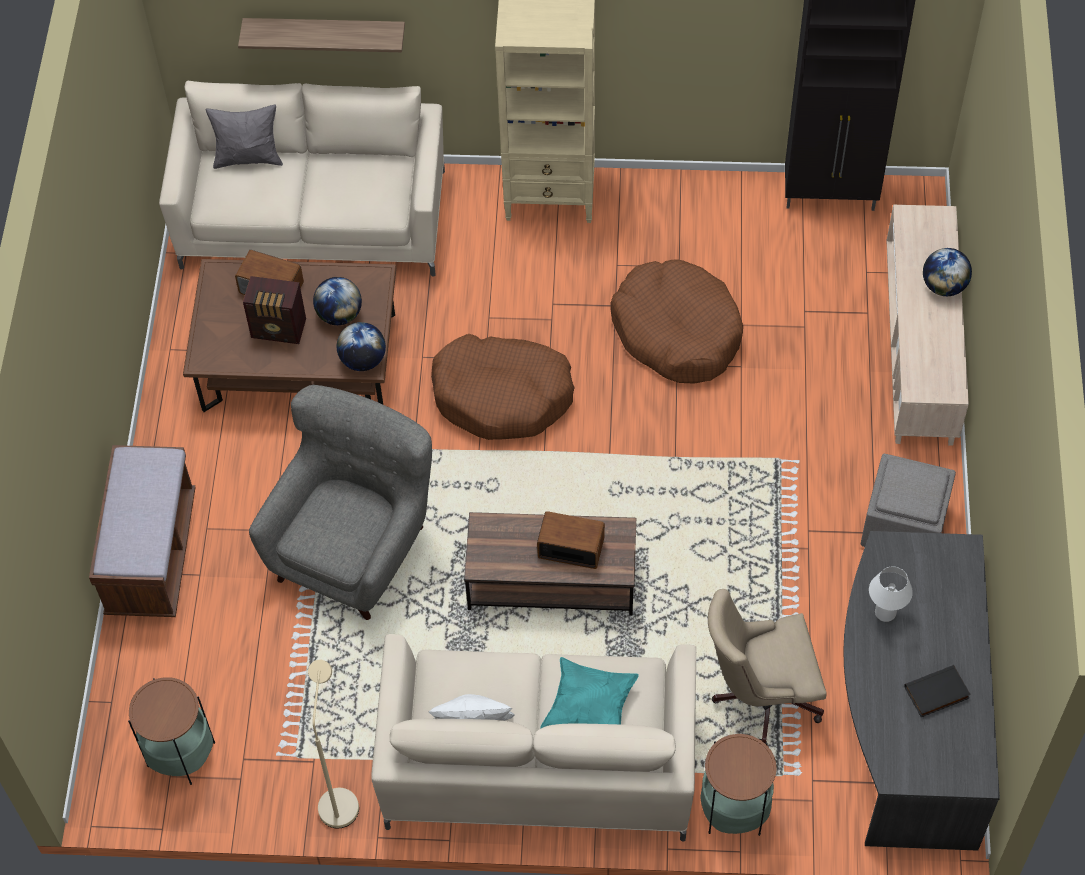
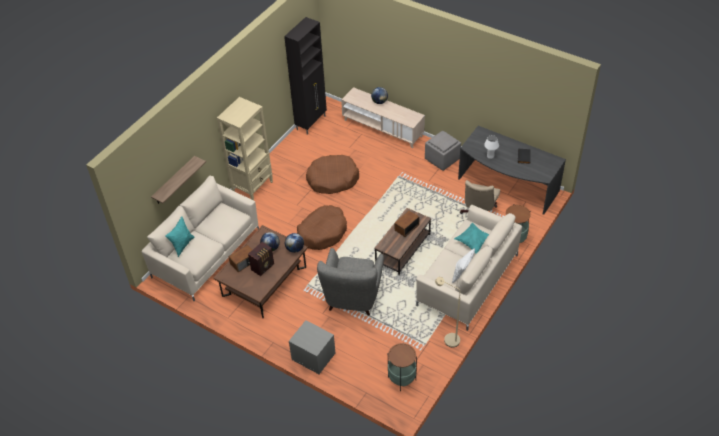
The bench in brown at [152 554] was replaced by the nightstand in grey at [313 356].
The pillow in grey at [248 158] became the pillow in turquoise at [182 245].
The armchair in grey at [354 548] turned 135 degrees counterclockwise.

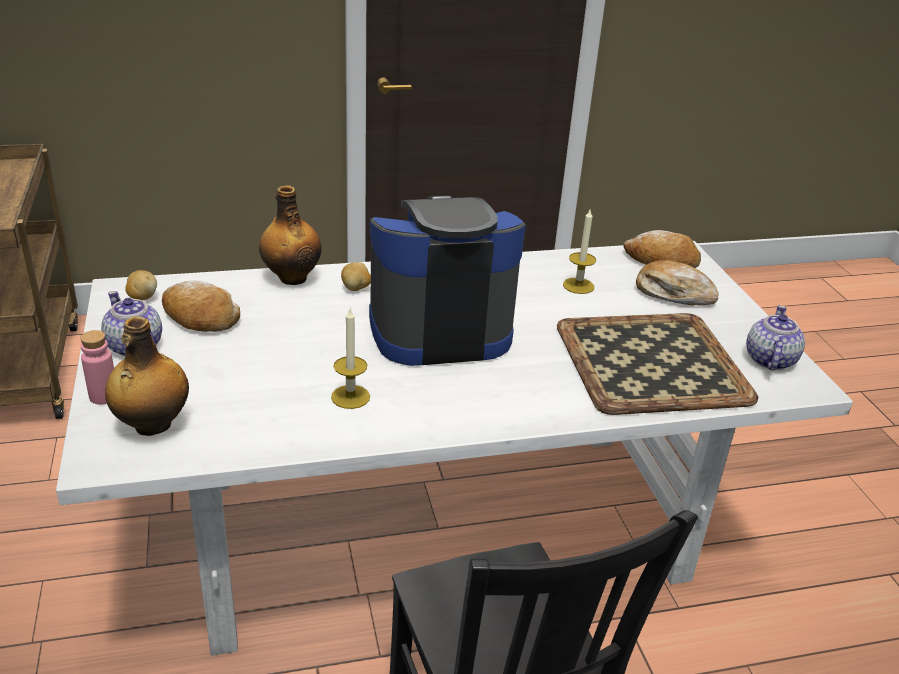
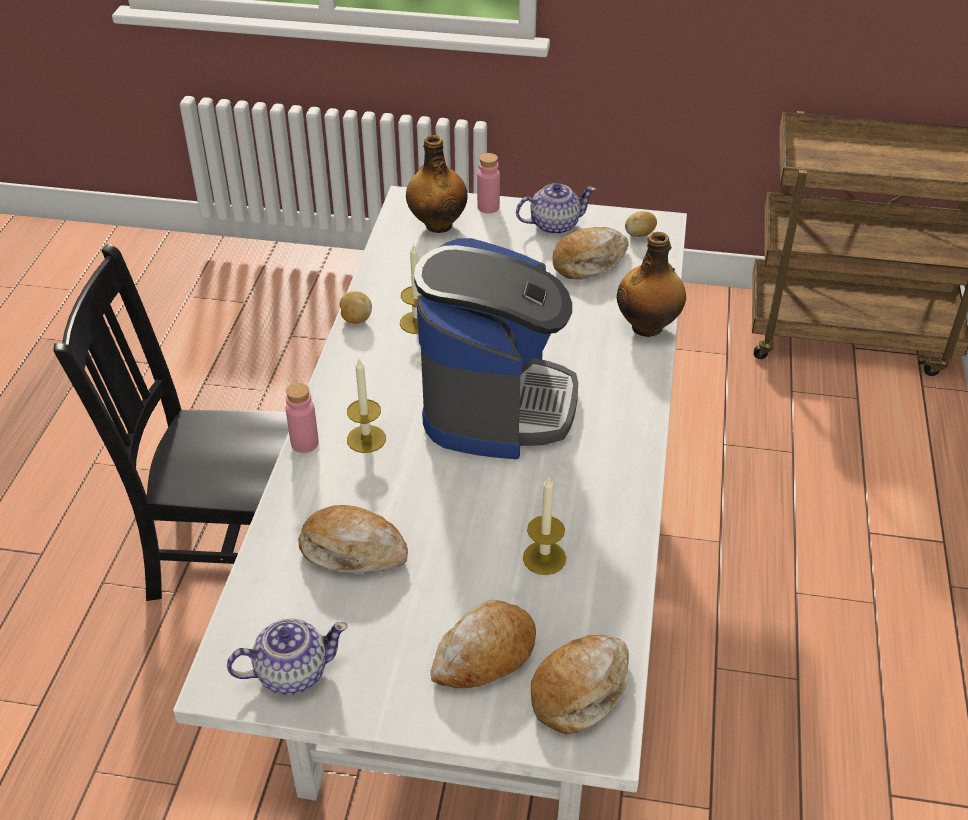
The bottle in pink at [304 443] appeared.
The candle at [366 439] appeared.
The potato moved from [356 288] to [355 319].
The tray at [649 362] was replaced by the bread at [353 550].
The teapot at [769 360] turned 60 degrees counterclockwise.

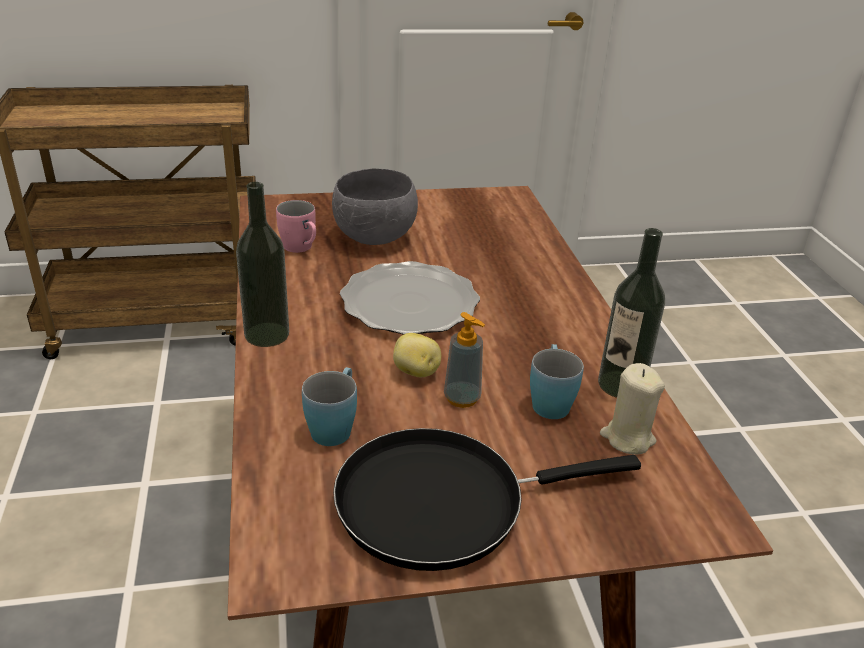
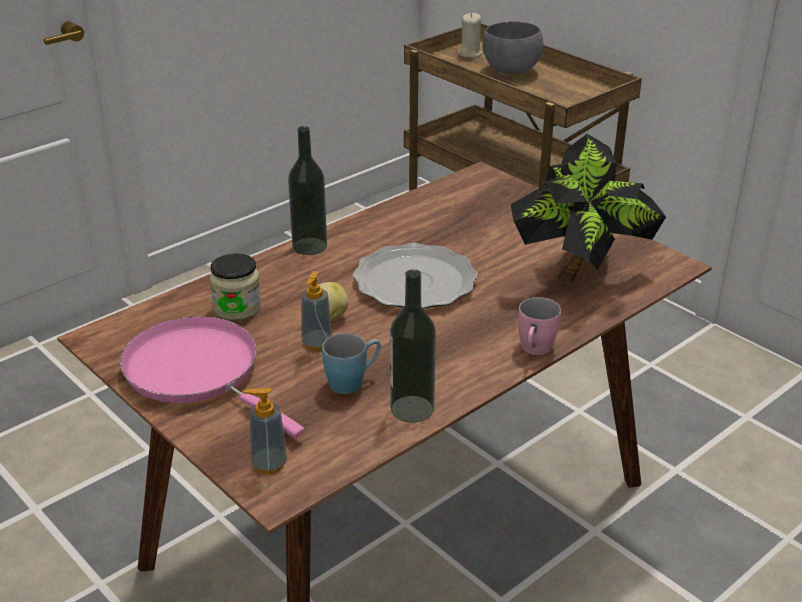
The soap dispenser at [269 464] appeared.
The potted plant at [580 273] appeared.
The mug in pink moved from [301 249] to [535 350].
The bowl in grey moved from [375 239] to [510 71].
The candle in beige moved from [627 438] to [469 54].
The mug in blue at [335 426] was replaced by the jar at [237 307].
The frying pan in black at [442 503] became the frying pan in pink at [198 372].

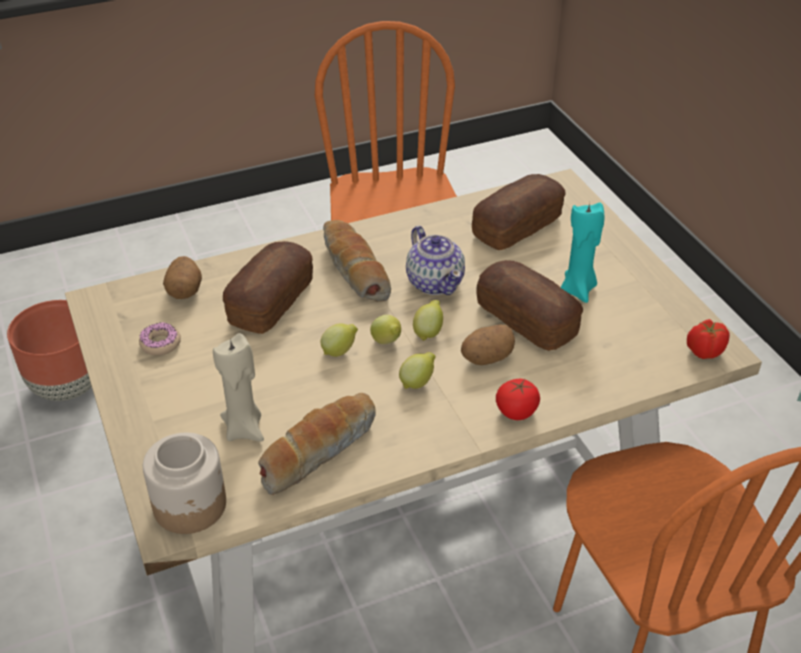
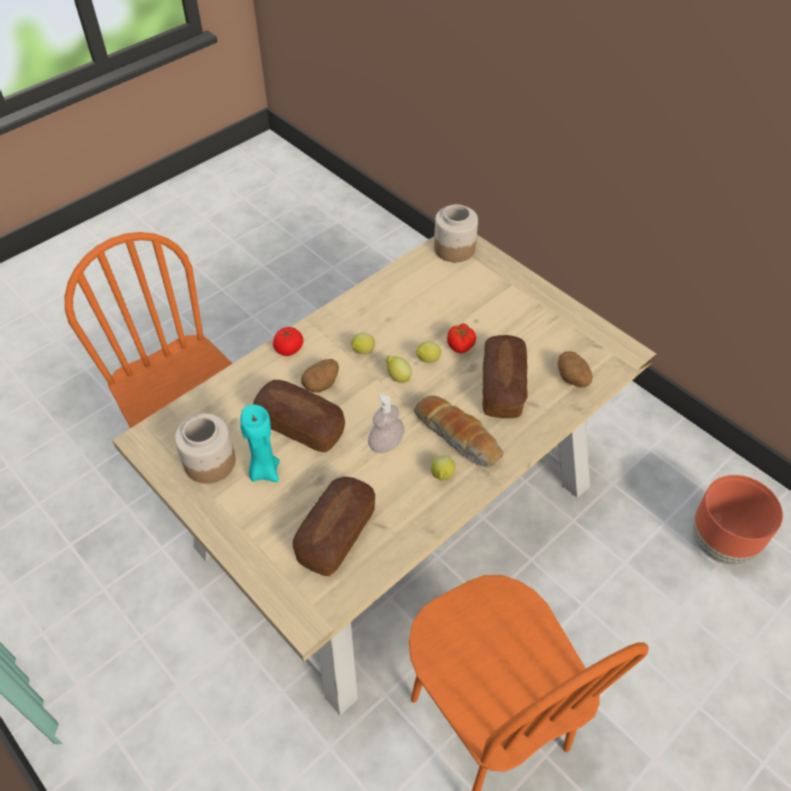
The donut at [160 343] disappeared.
The candle in beige at [244 429] disappeared.
The bread at [317 450] disappeared.
The jar at [209 462] appeared.
The lemon moved from [428 332] to [442 476].
The tomato moved from [704 351] to [460 346].
The teapot at [435 282] was replaced by the soap dispenser at [386 443].

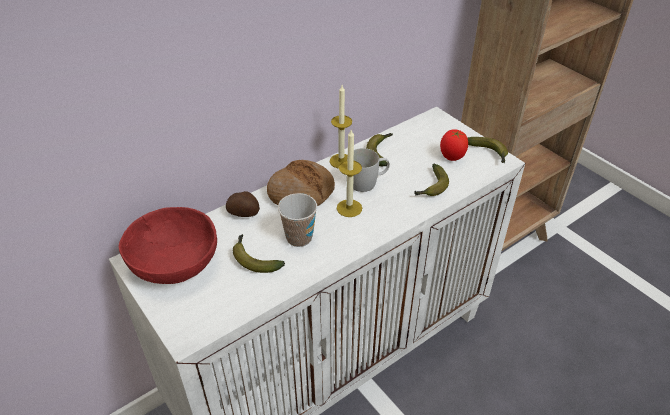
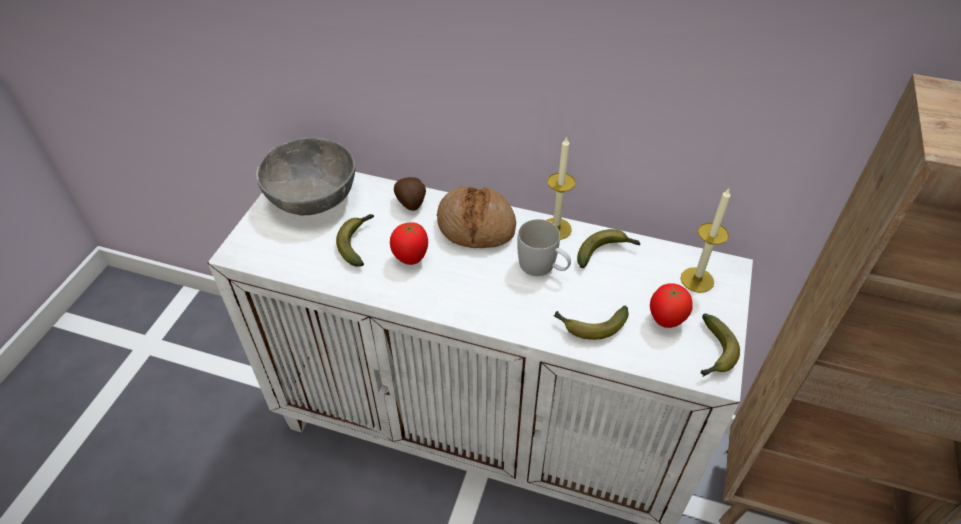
The candle moved from [349 208] to [697 280].
The cup at [299 238] was replaced by the tomato at [411 258].
The bowl in red at [174 263] became the bowl in grey at [312 197].

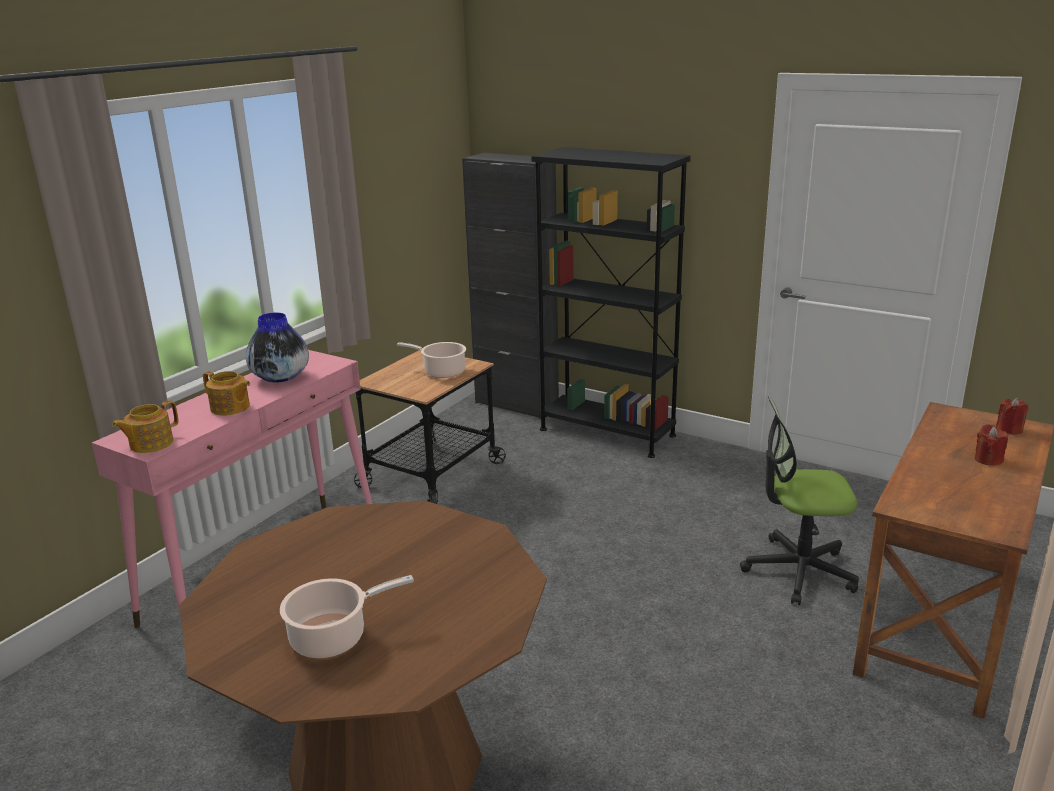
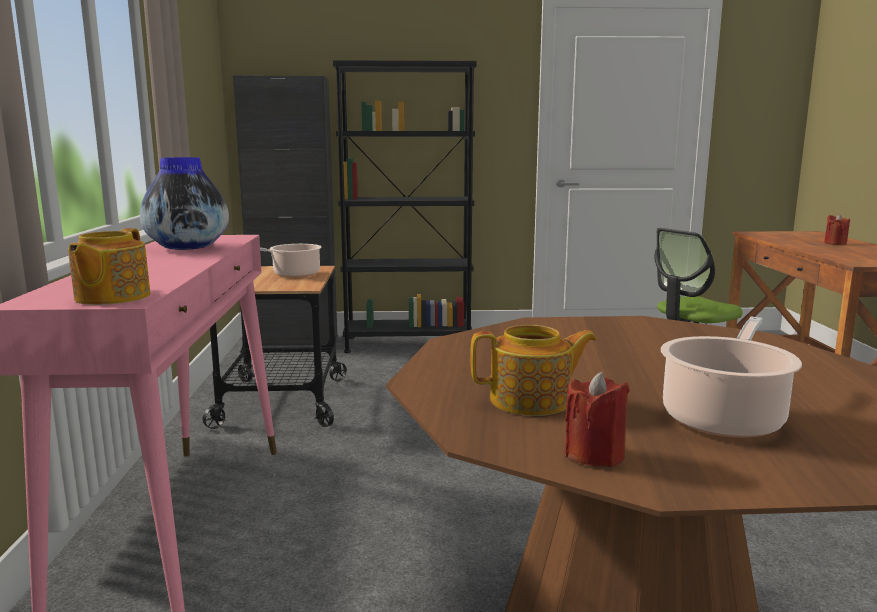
The teapot moved from [230 408] to [532 401].
The candle in red moved from [1009 429] to [594 455].

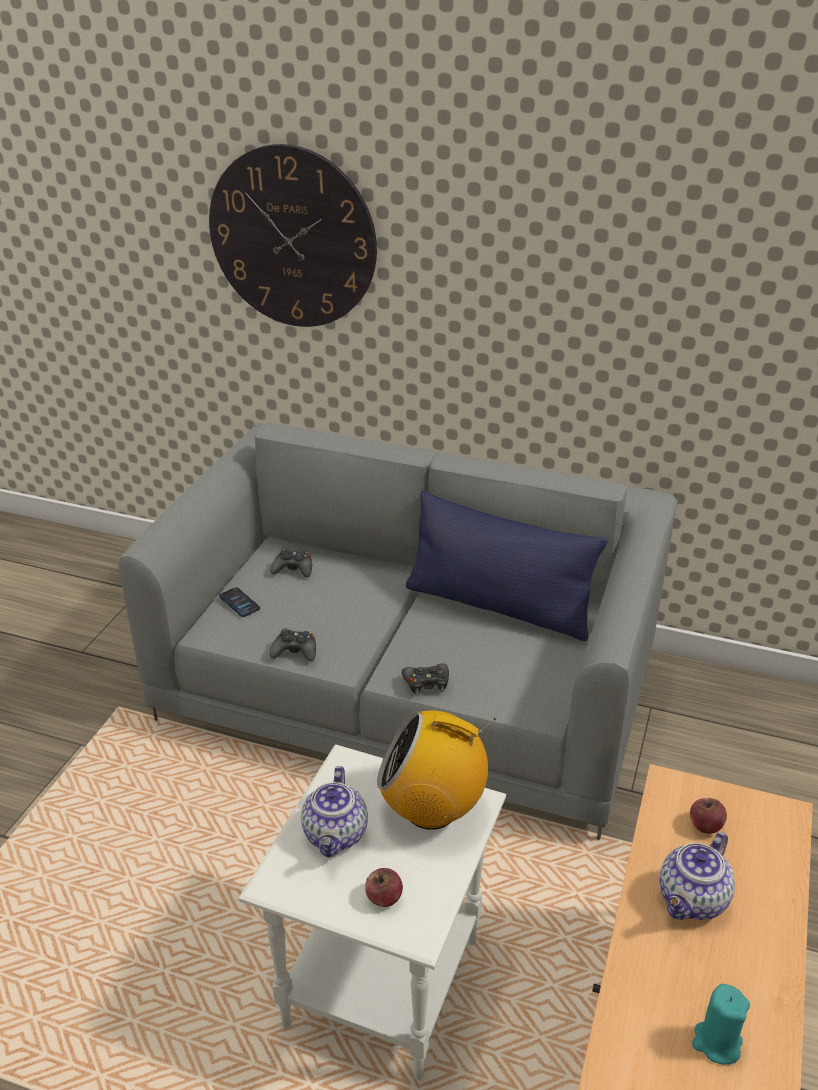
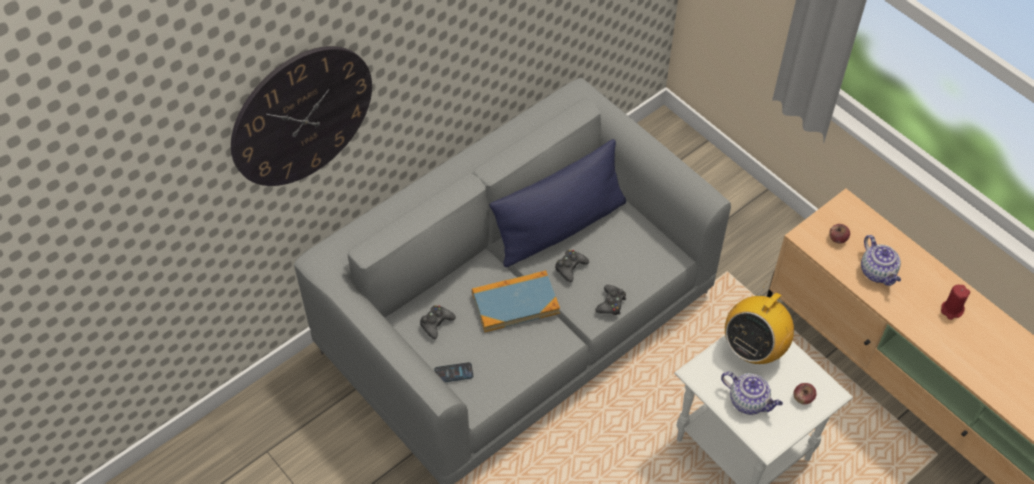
The book at [515 303] appeared.
The game controller in black moved from [295 651] to [570 267].
The candle in turquoise at [716 1043] became the candle in red at [951 310].

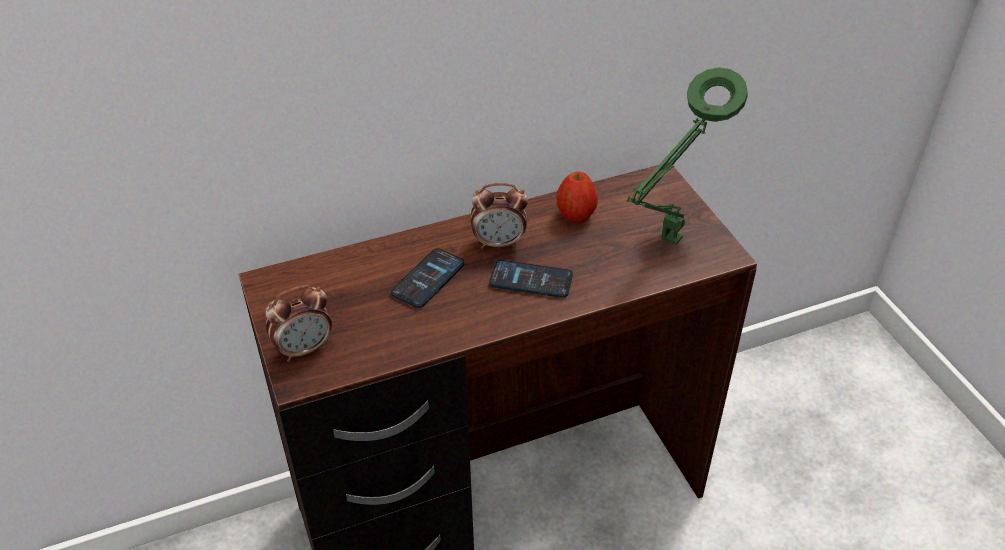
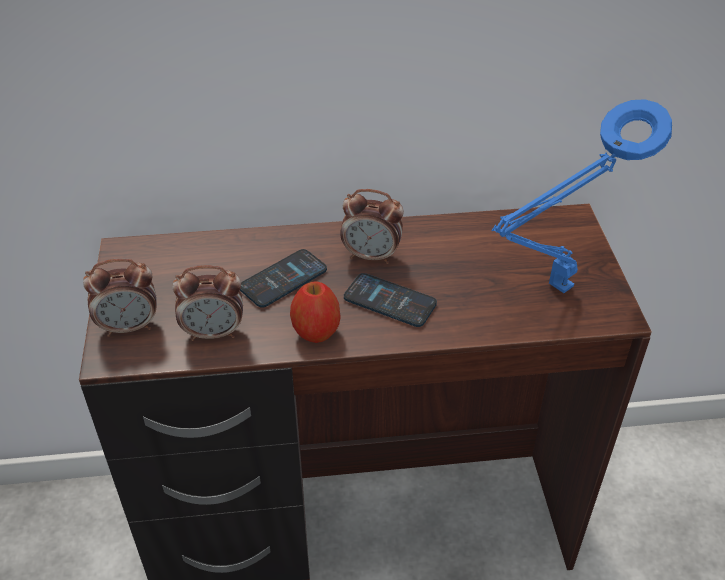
The alarm clock at [214 333] appeared.
The apple moved from [576 215] to [316 332].
The table lamp in green at [668 243] became the table lamp in blue at [556 290].

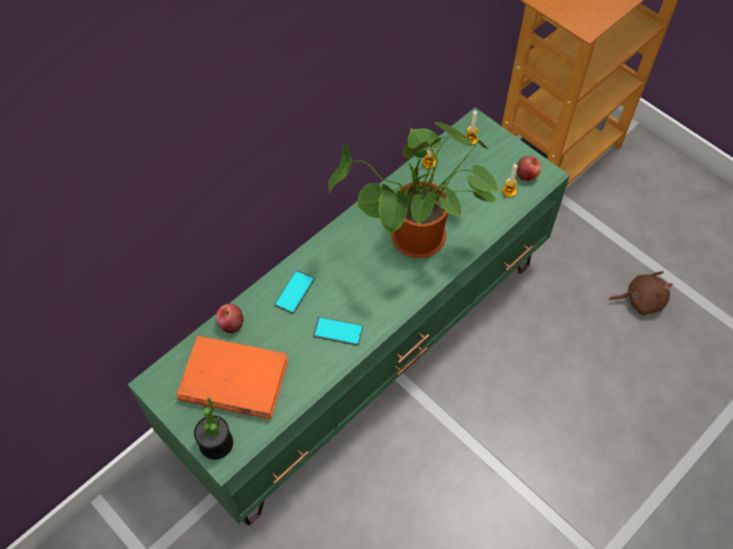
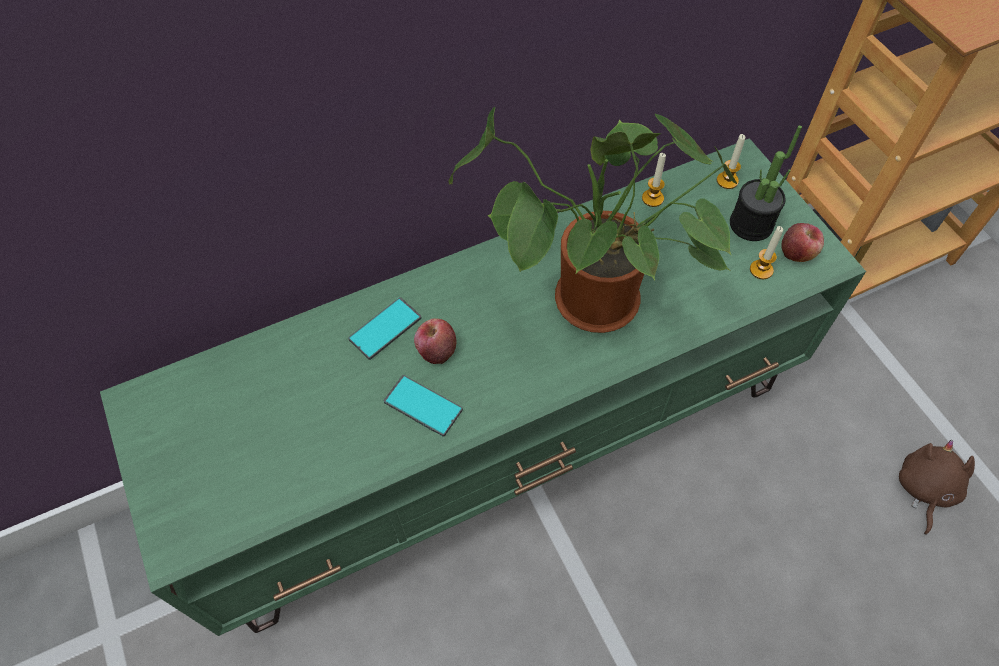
The book in orange at [233 380] disappeared.
The potted plant moved from [216 443] to [751 224].
The apple moved from [231 324] to [436 350].
The plush toy in brown at [641 300] turned 90 degrees counterclockwise.

